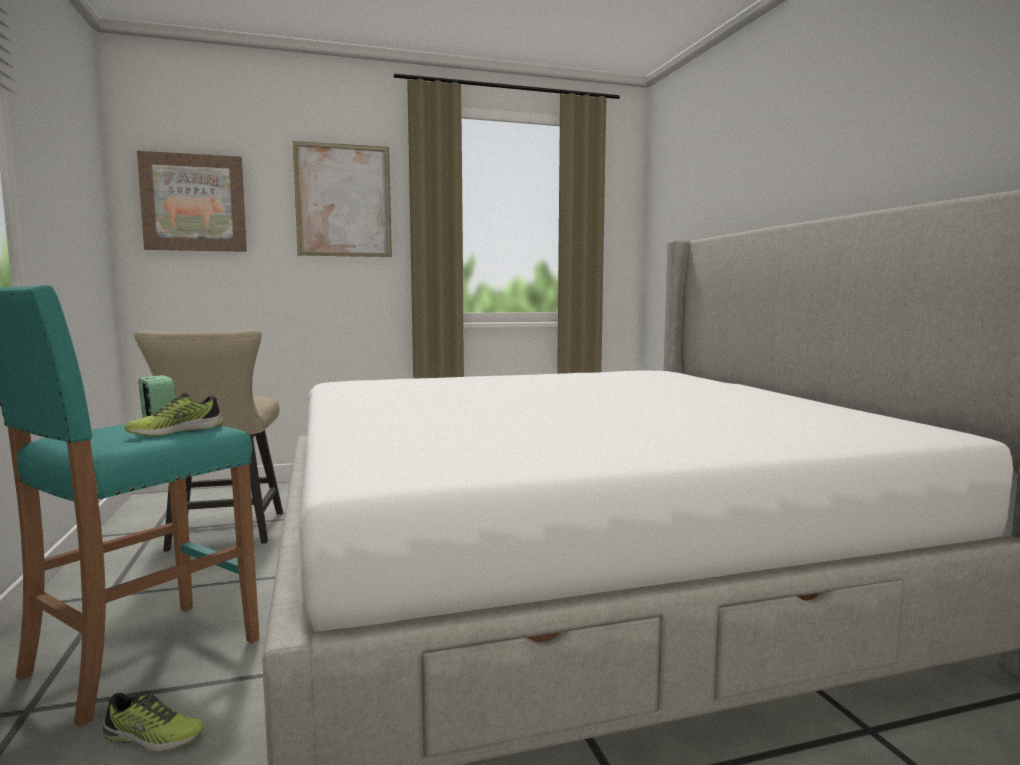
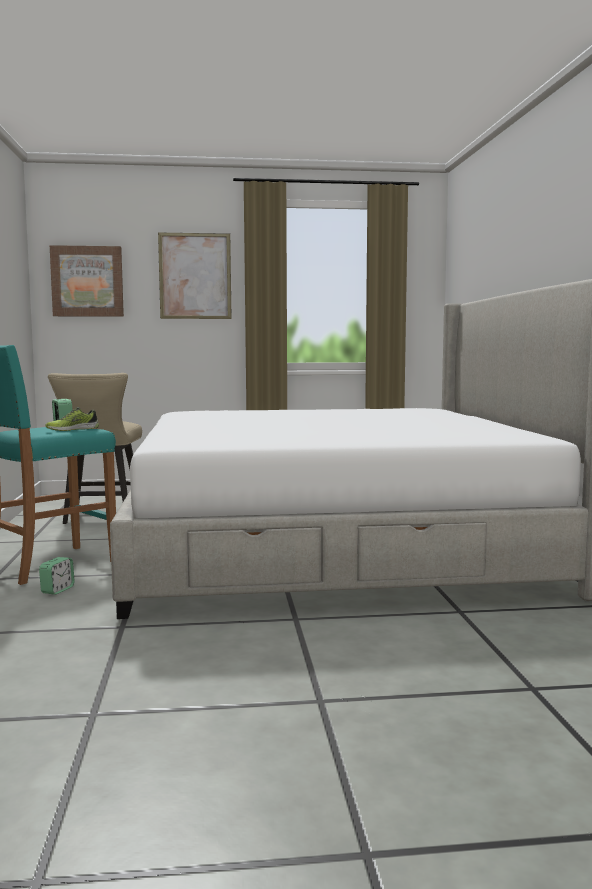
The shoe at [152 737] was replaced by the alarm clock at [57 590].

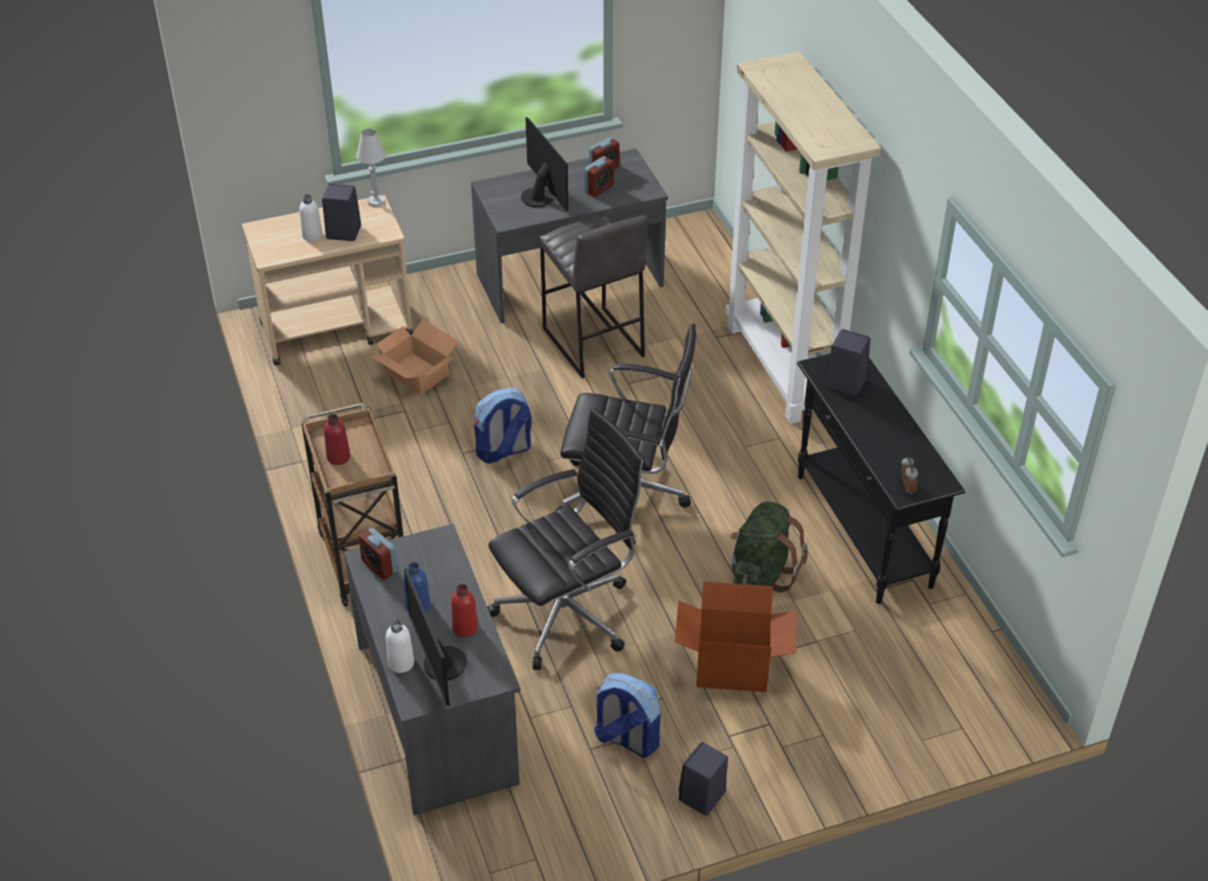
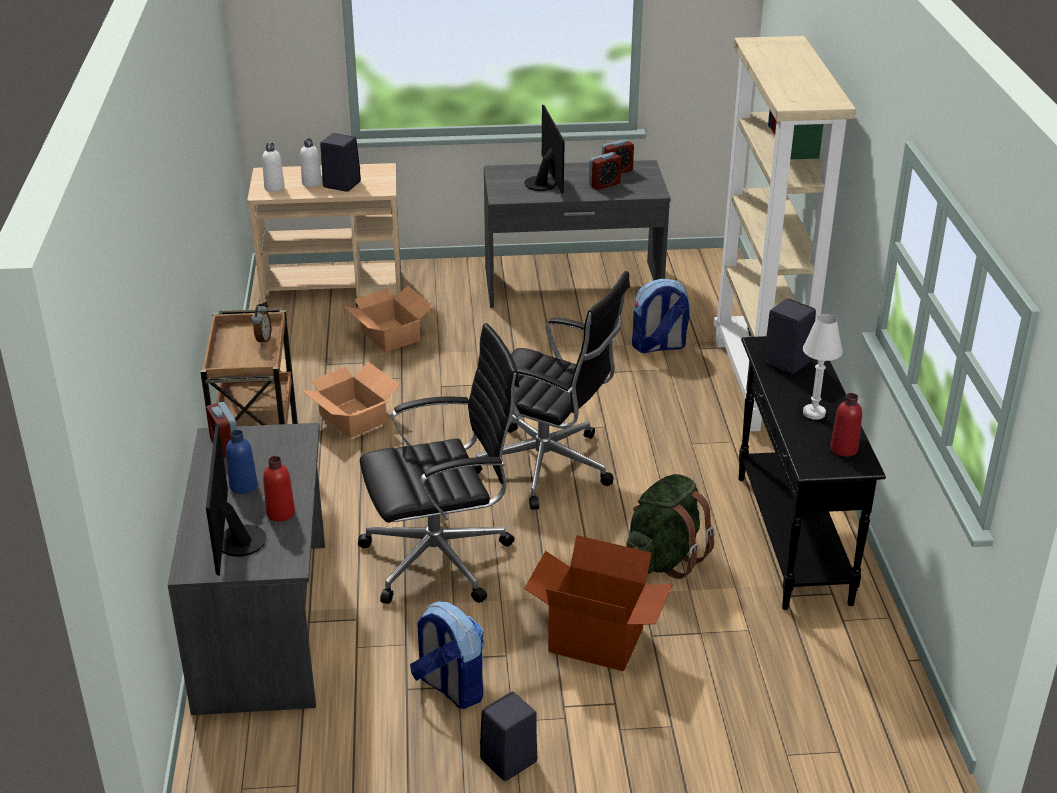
The stool in grey at [592 343] disappeared.
The cardboard box at [353 417] appeared.
The bottle in red moved from [338 457] to [844 449].
The table lamp in white moved from [376 202] to [814 413].
The bottle in white moved from [401 663] to [274 188].
The backpack moved from [503 451] to [658 346].
The alarm clock moved from [906 488] to [263 340].

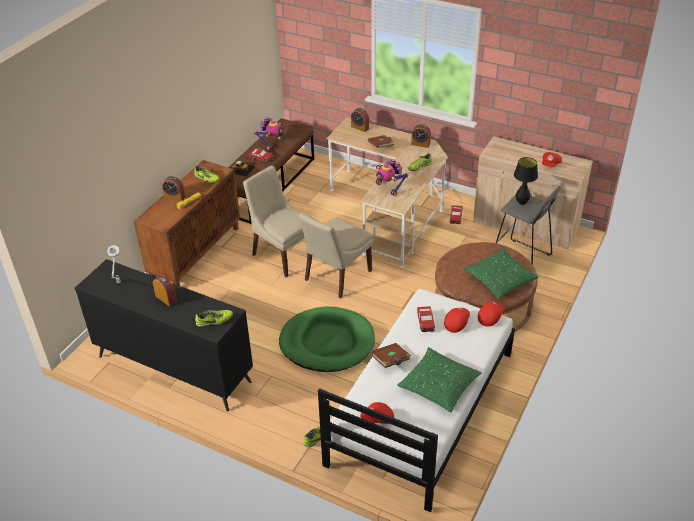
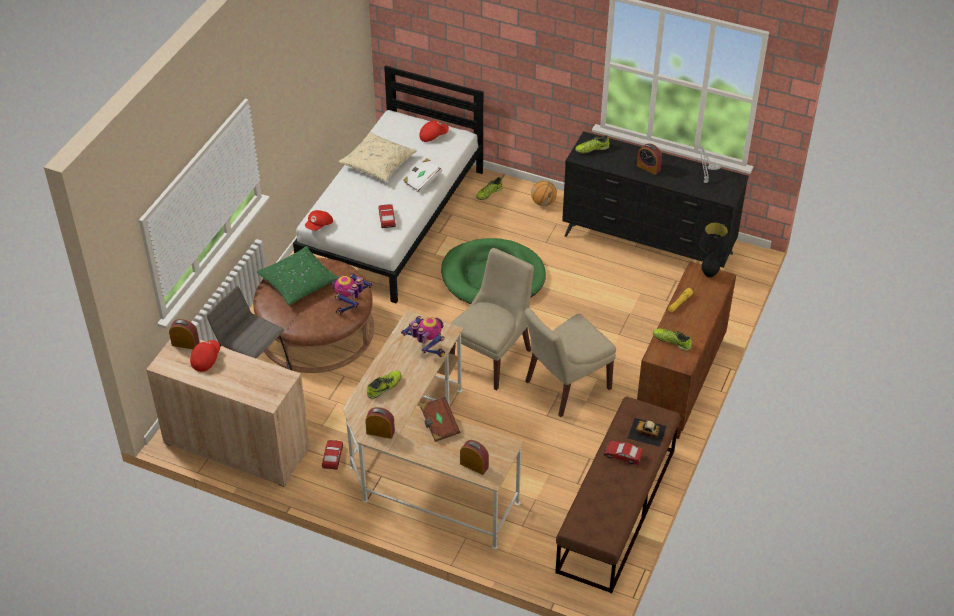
The cap in red at [456 323] disappeared.
The basketball at [543 203] appeared.
The alarm clock moved from [174 197] to [185 343].
The toy robot moved from [272 143] to [351 305].
The table lamp in black moved from [522 202] to [709 274].
The book in brown at [391 360] became the book in white at [422 181].
The pillow in green at [439 385] became the pillow in beige at [378 163].
The chair in beige at [283 254] turned 105 degrees clockwise.

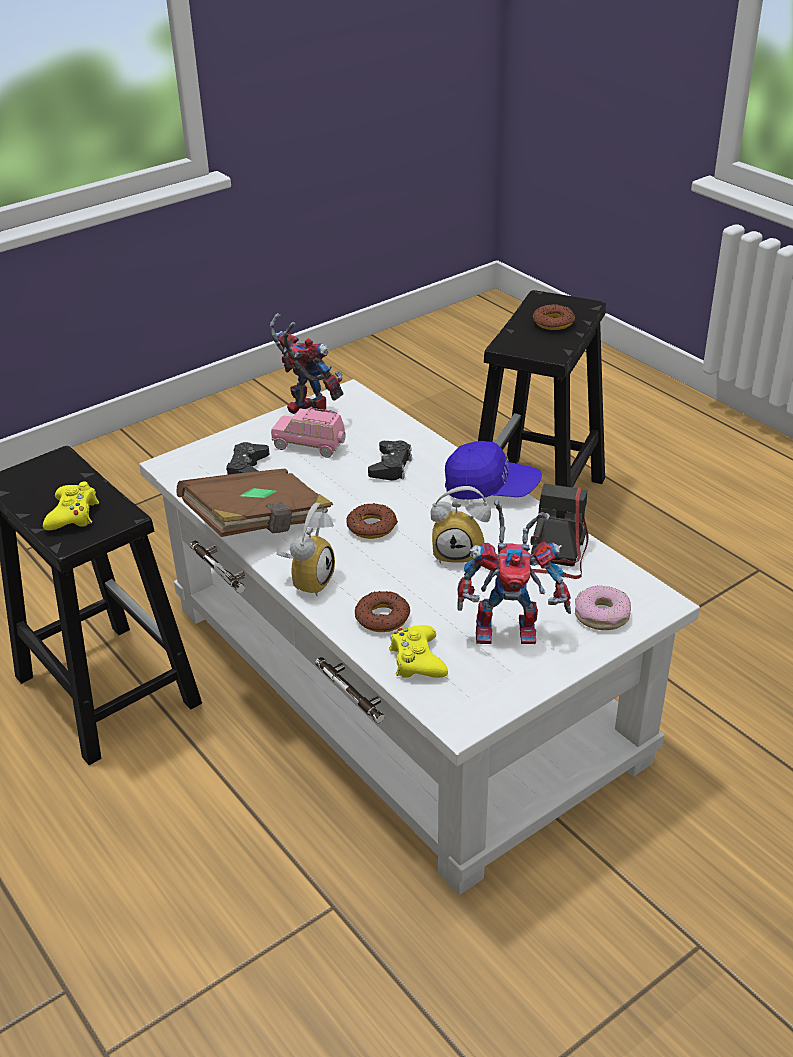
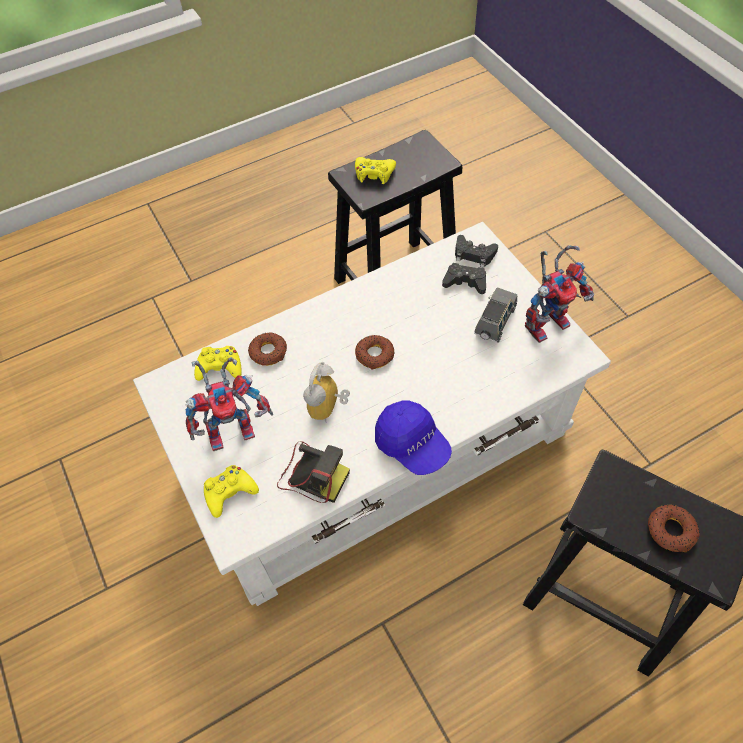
The book in brown at [259 525] disappeared.
The alarm clock at [308 580] disappeared.
The game controller in black moved from [391 466] to [474 254].
The donut at [602 615] was replaced by the game controller in yellow at [229 492].
The toy car in pink at [310 446] became the toy car in grey at [494 322].
The cap in blue at [491 488] turned 60 degrees counterclockwise.
The toy robot at [511 628] turned 120 degrees counterclockwise.

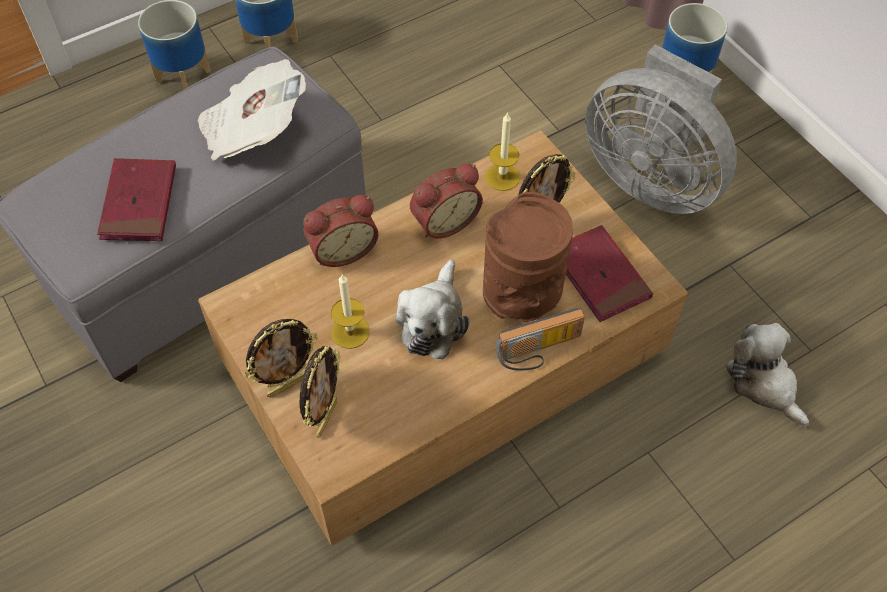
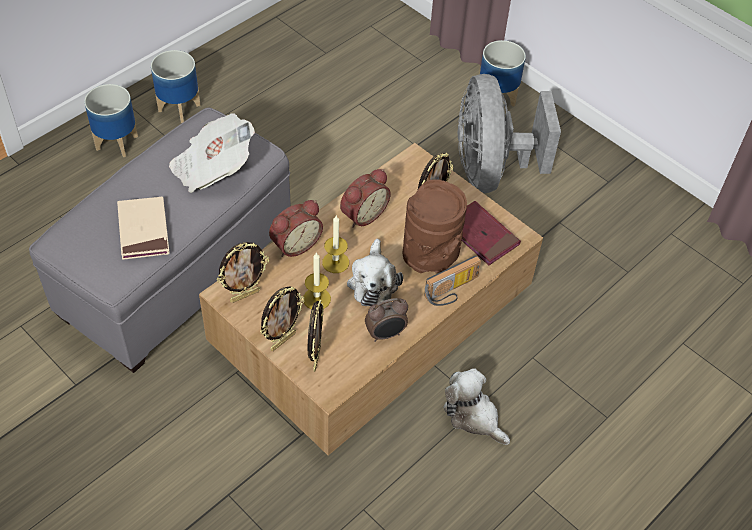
The picture frame at [245 295] appeared.
The alarm clock at [386 334] appeared.
The candle moved from [502 177] to [335 262].
The plush toy moved from [764 383] to [473 416].
The book in red at [139 203] became the book in beige at [143 230].
The fan in grey at [651 178] turned 60 degrees clockwise.

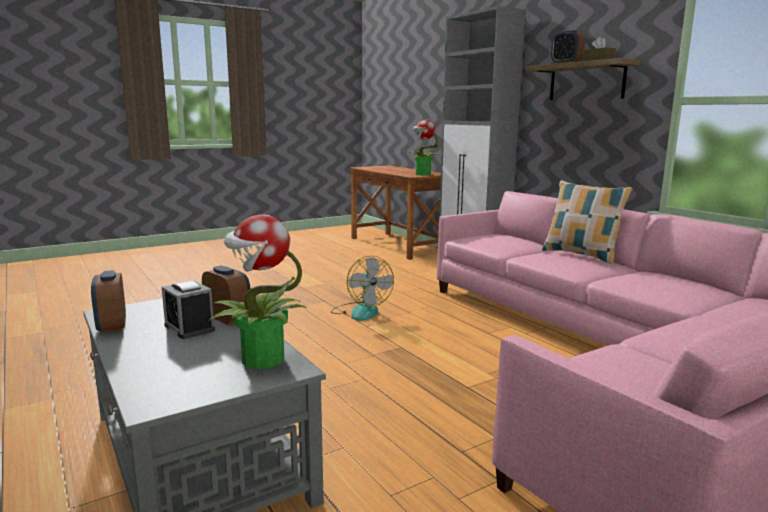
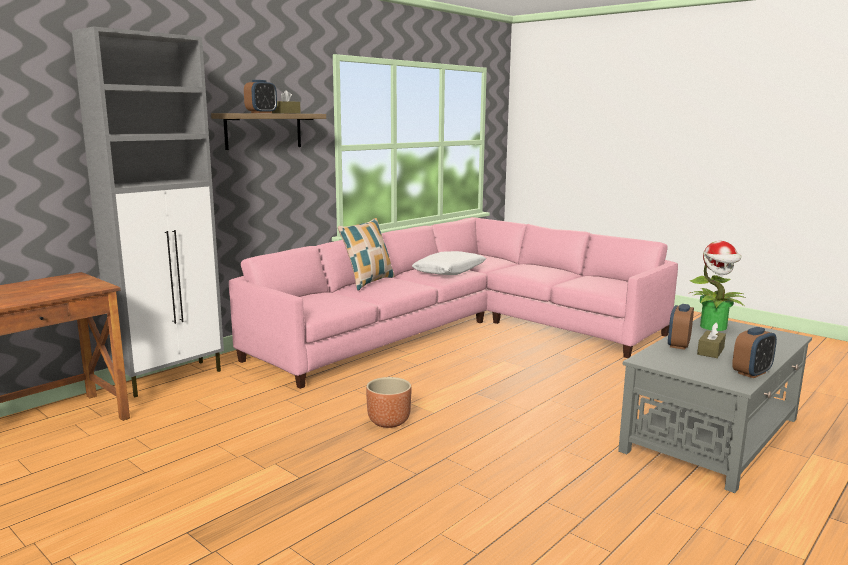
The potted plant at [422 174] disappeared.
The pillow in white at [449 271] appeared.
The alarm clock at [189 328] was replaced by the tissue box in brown at [710 351].
The fan at [360 311] was replaced by the planter in brown at [388 421].

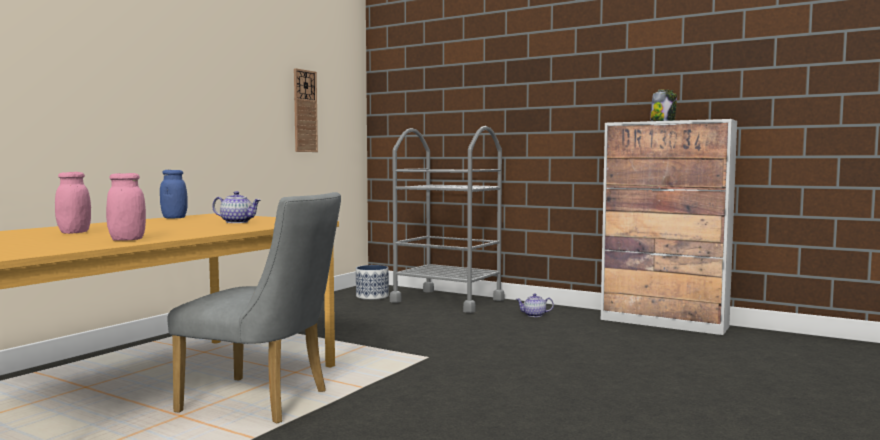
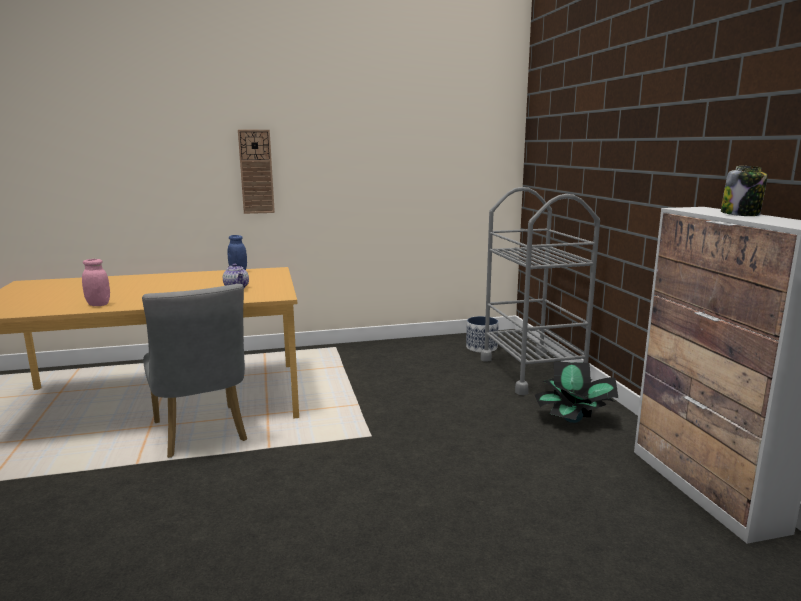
The jar in pink at [74 232] disappeared.
The wall clock moved from [305 111] to [256 172].
The teapot at [534 315] was replaced by the potted plant at [573 419].

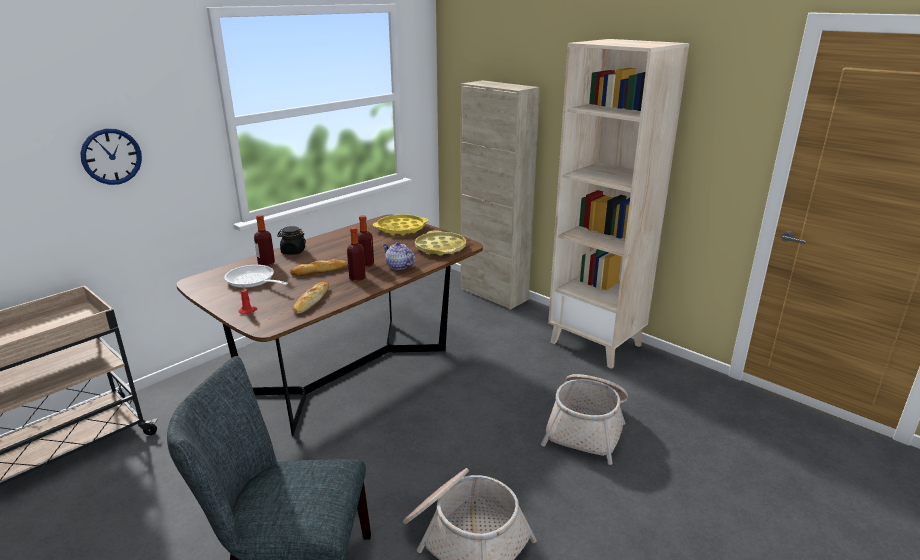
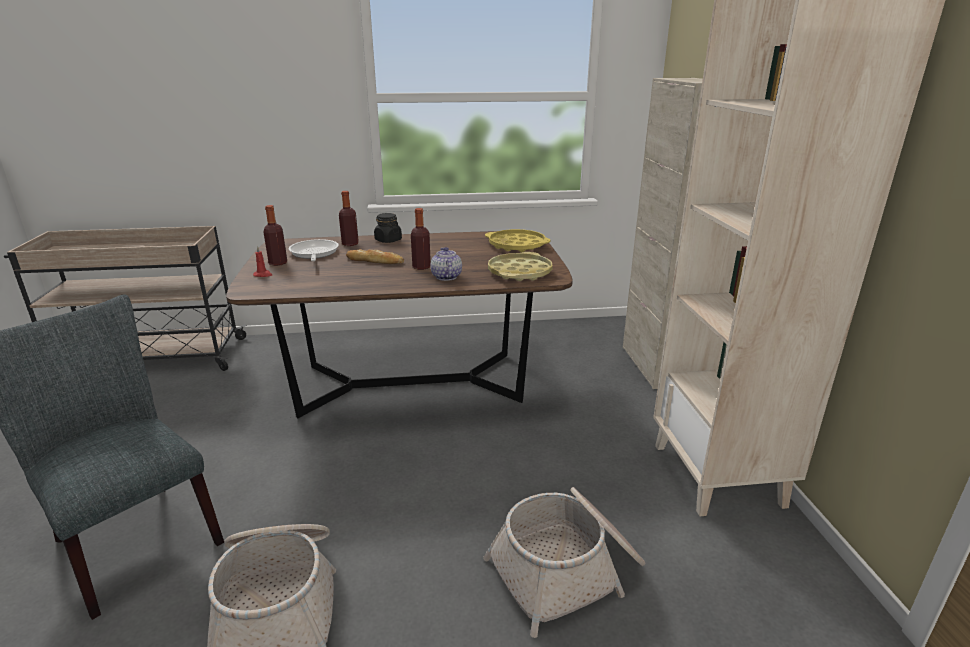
The wall clock at [111 156] disappeared.
The bread at [311 301] disappeared.
The bottle moved from [357 278] to [278 263].

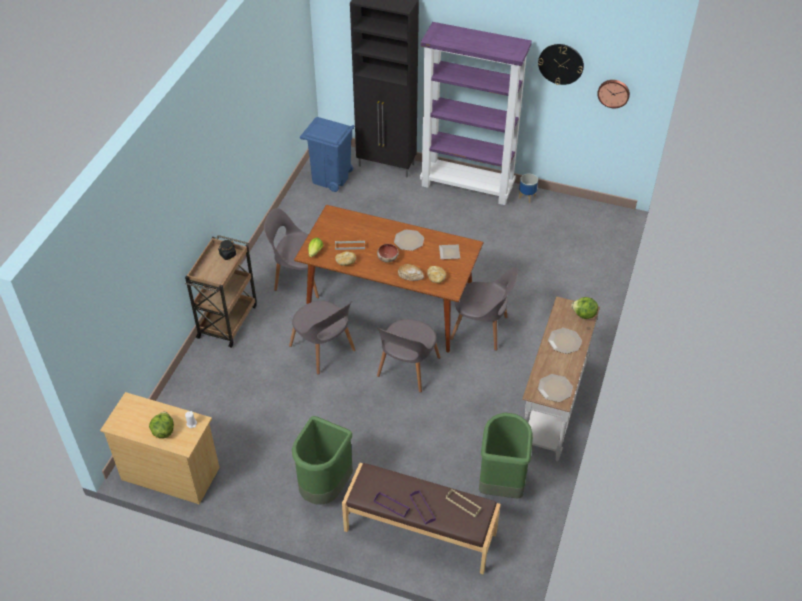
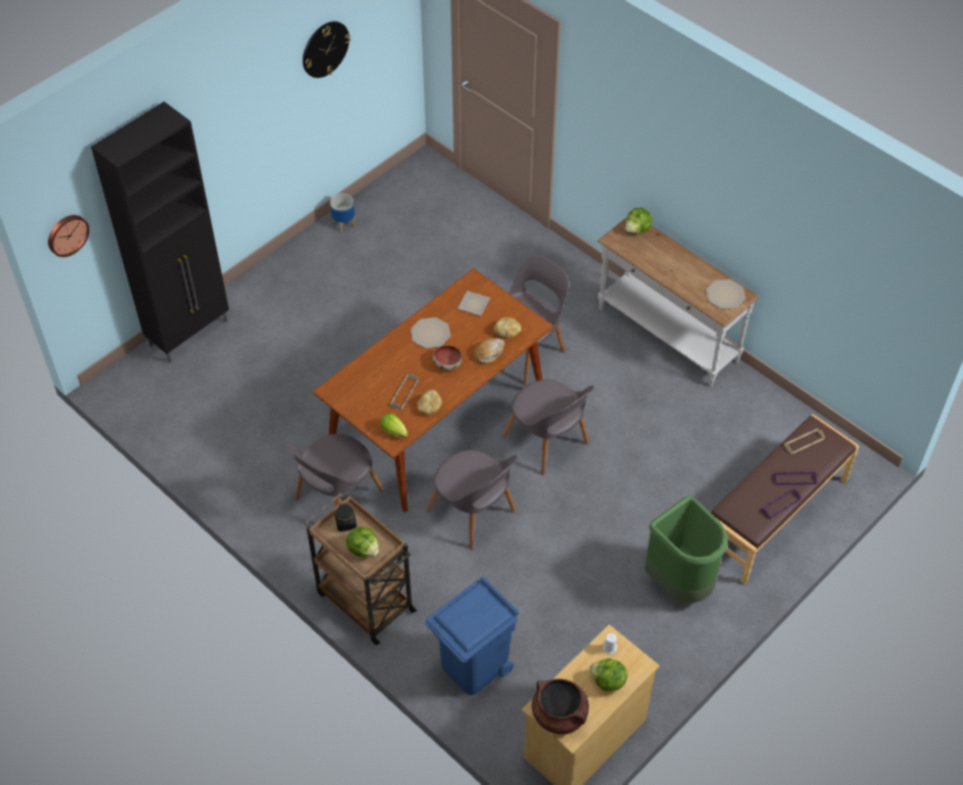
The bookcase in purple at [468 186] disappeared.
The trash can in green at [501 484] disappeared.
The plate at [564 341] disappeared.
The lettuce at [363 549] appeared.
The cooking pot in brown at [560 715] appeared.
The trash can in blue moved from [330 178] to [474 666].
The wall clock moved from [613 93] to [67 234].
The chair in grey at [323 350] turned 60 degrees clockwise.

